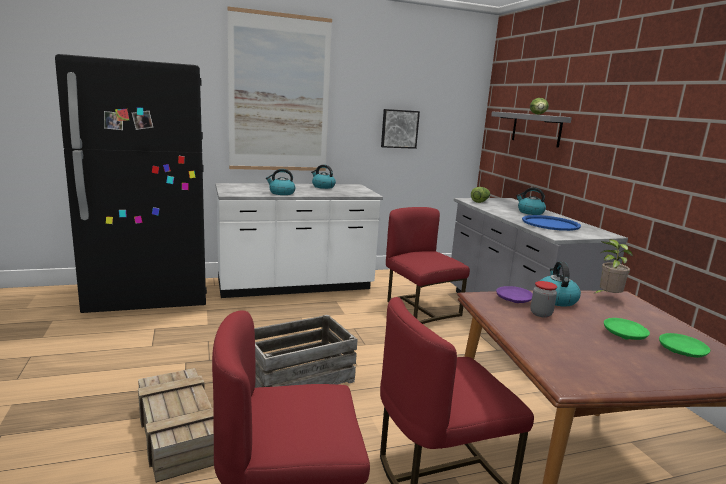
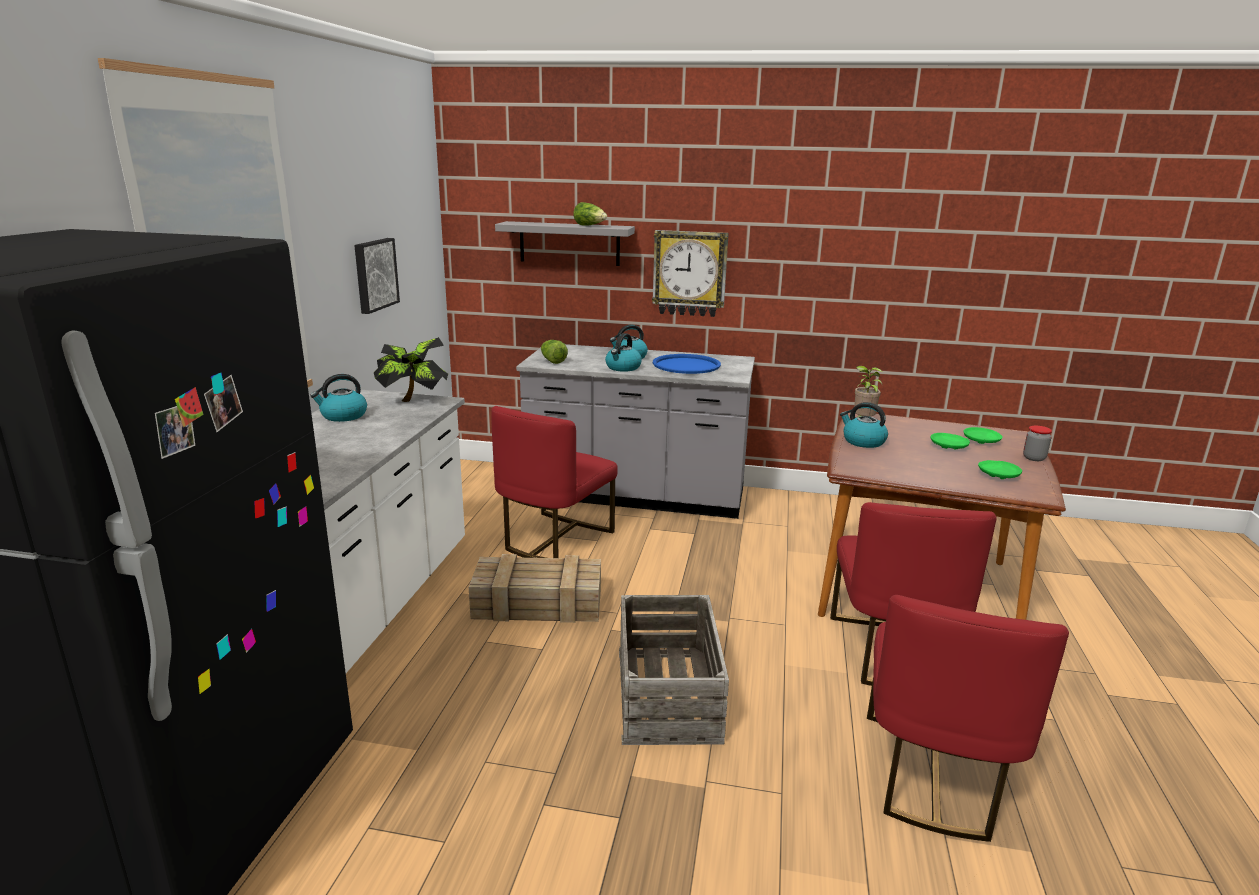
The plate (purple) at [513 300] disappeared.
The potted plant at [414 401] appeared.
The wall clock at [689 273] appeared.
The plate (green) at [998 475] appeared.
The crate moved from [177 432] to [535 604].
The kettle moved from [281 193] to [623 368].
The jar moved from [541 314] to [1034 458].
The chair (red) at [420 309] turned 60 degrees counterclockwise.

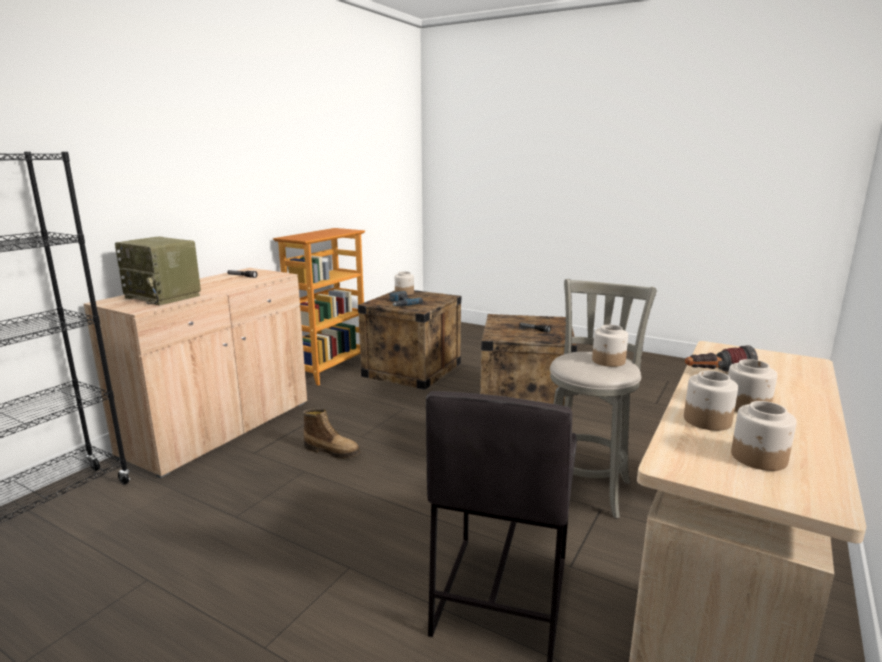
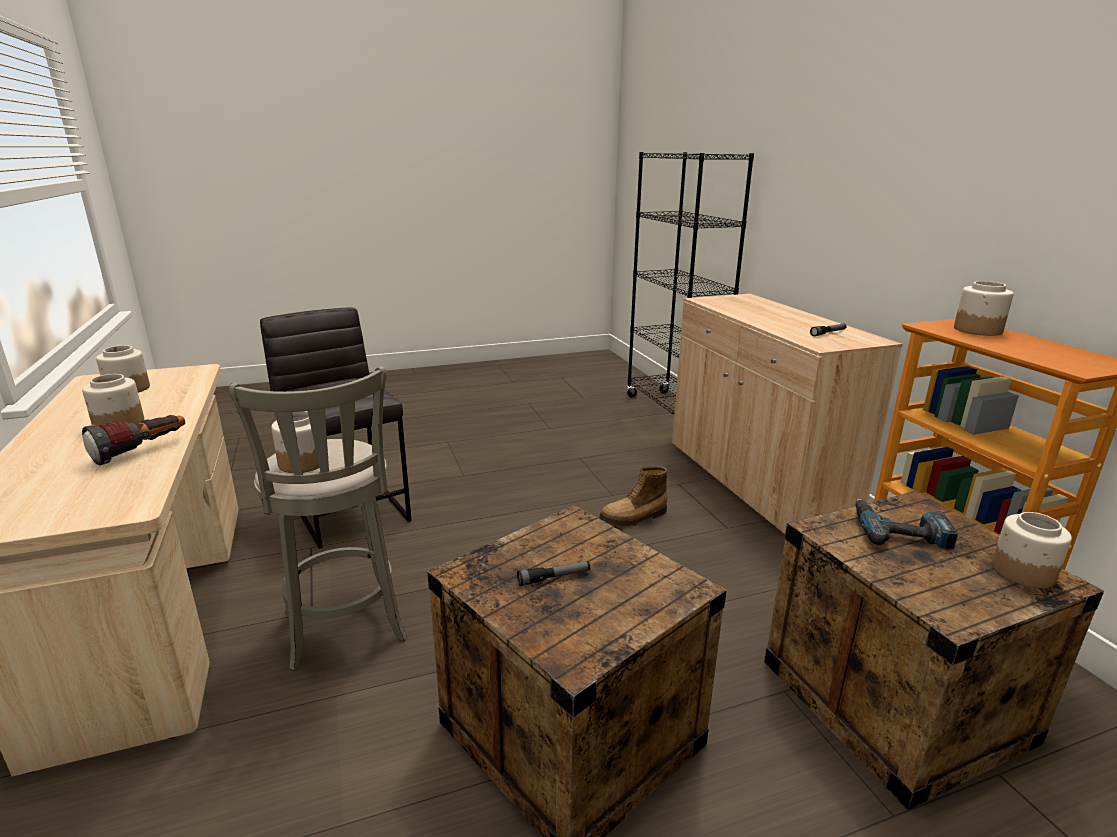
The radio at [164 296] disappeared.
The jar moved from [706 420] to [978 330].

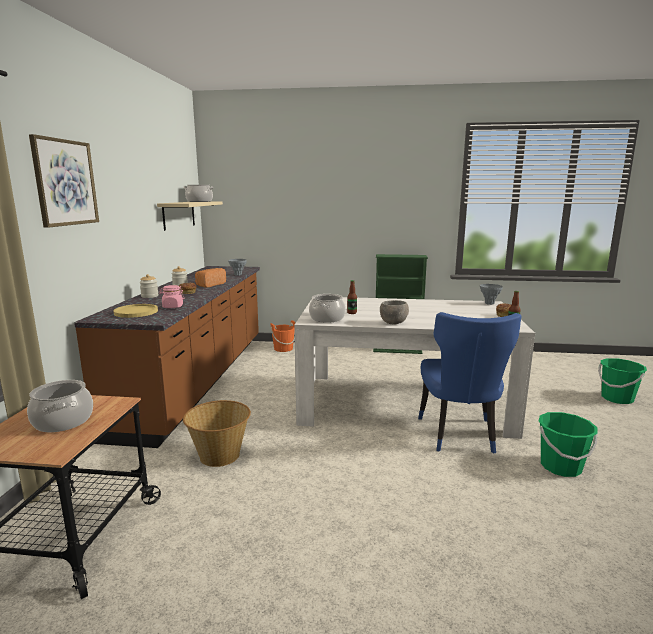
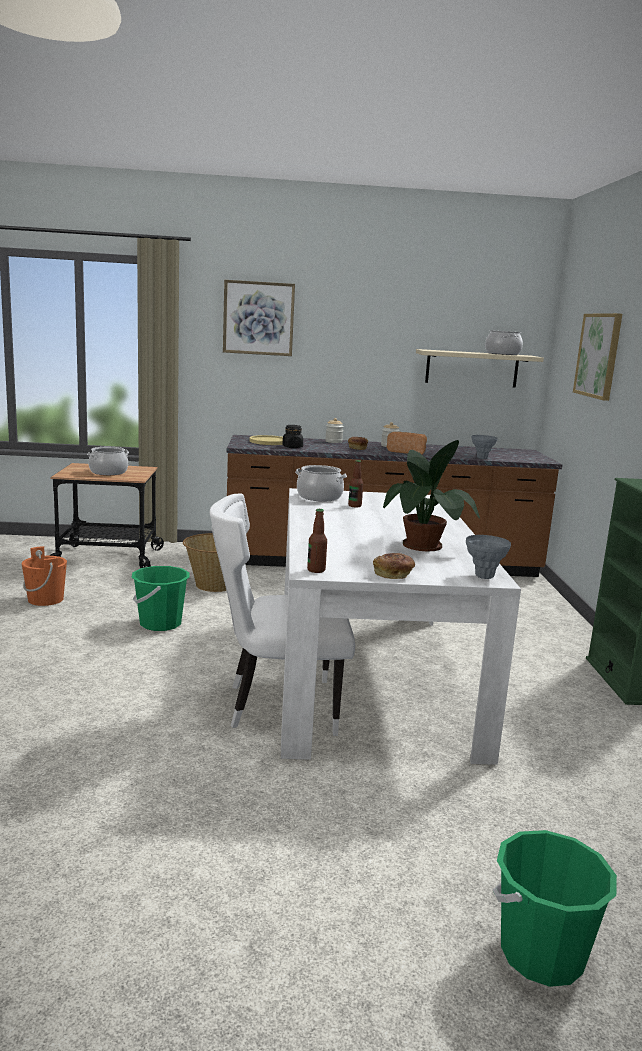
The bowl (grey) at [393 323] disappeared.
The potted plant at [423 546] appeared.
The picture at [598 355] appeared.
The bucket (orange) moved from [283 349] to [45 599].
The bucket (green) moved from [560 467] to [160 623].
The jar (pink) at [172 307] became the jar (black) at [292 447].
The chair (blue) at [459 436] became the chair (white) at [277 706].

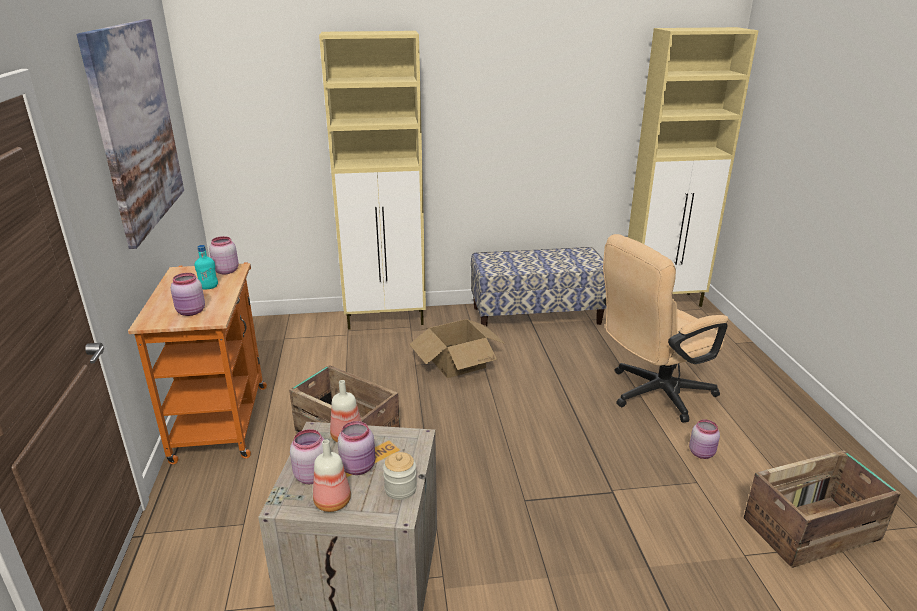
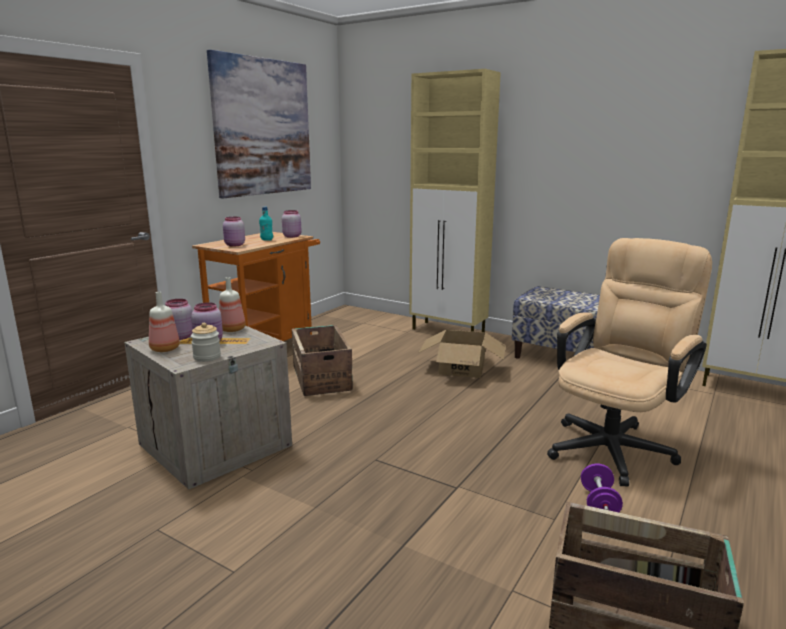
The jar (pink) at [702 453] was replaced by the dumbbell (purple) at [599 504].
The office chair (beige) at [652 394] turned 120 degrees clockwise.

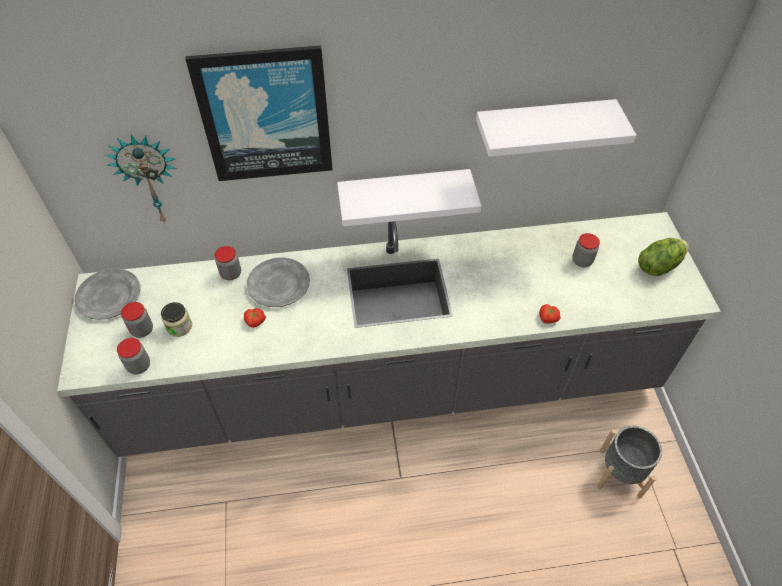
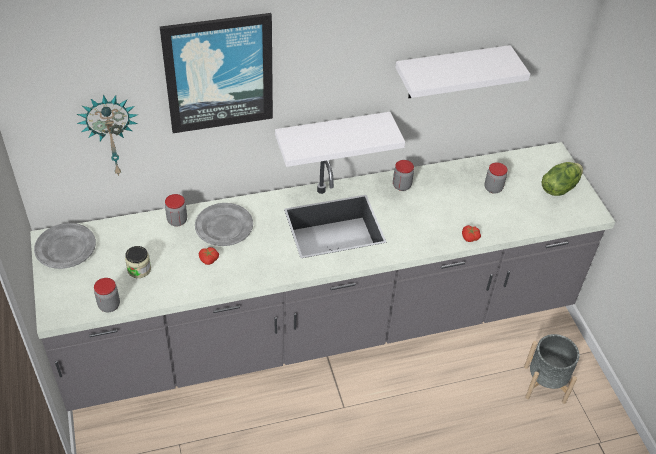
The jar moved from [142 330] to [401 185].

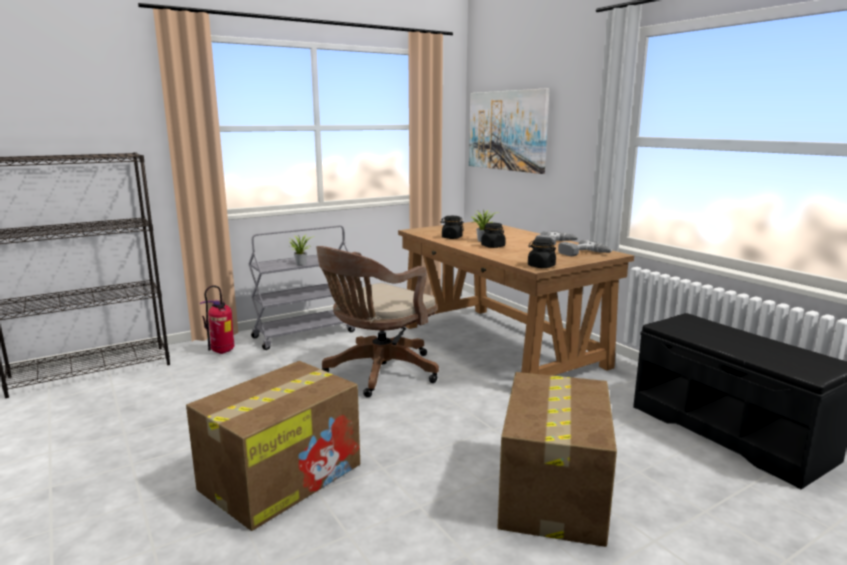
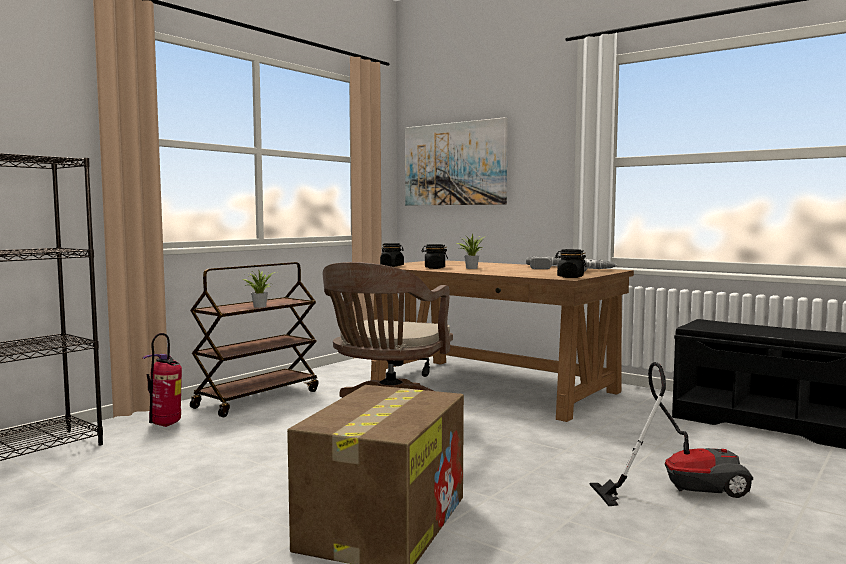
The jar (black) moved from [493 246] to [392 266].
The cardboard box at [553 493] was replaced by the vacuum cleaner at [680 488].
The cart (grey) at [305 334] became the cart (brown) at [257 399].

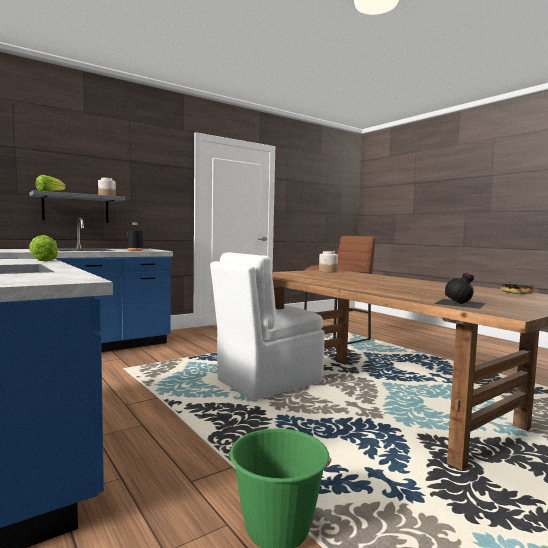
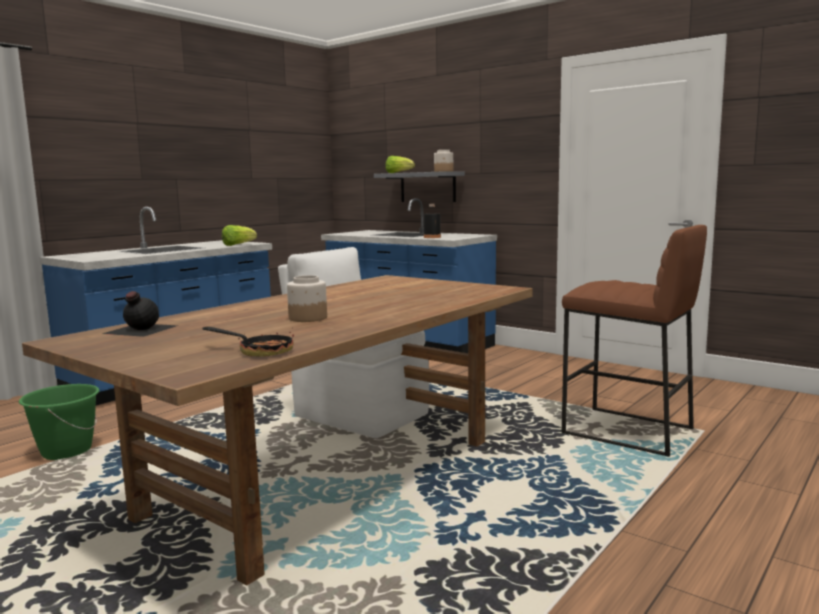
The jar moved from [328 271] to [307 318].

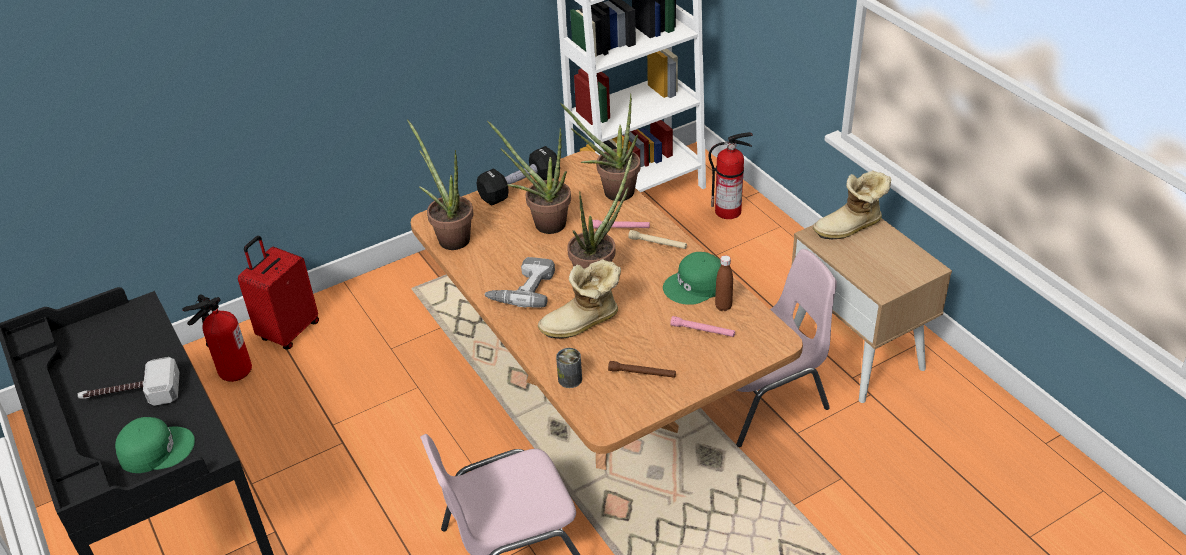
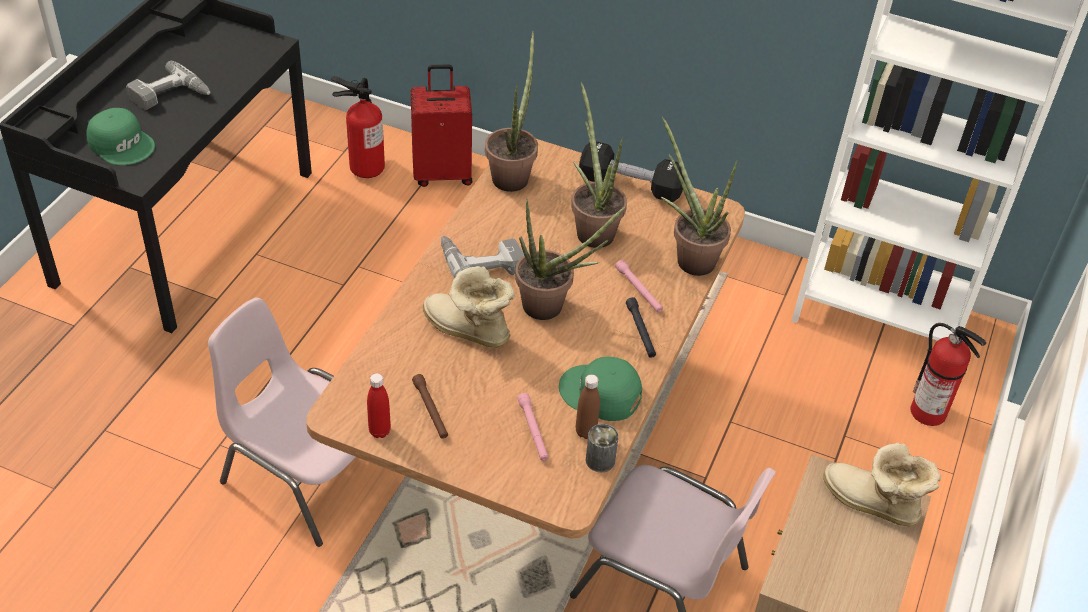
The bottle (red) at [379 431] appeared.
The can moved from [570 379] to [600 460].
The hammer at [131 395] was replaced by the power drill at [170 96].
The flashlight (beige) at [657 243] became the flashlight (black) at [640 331].

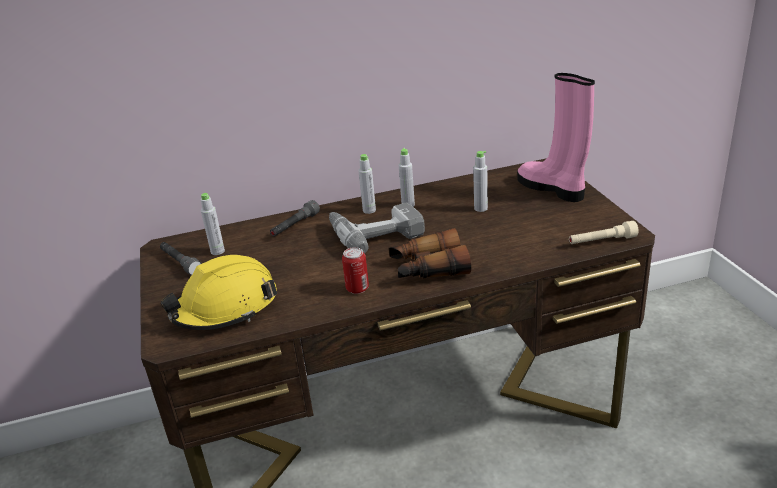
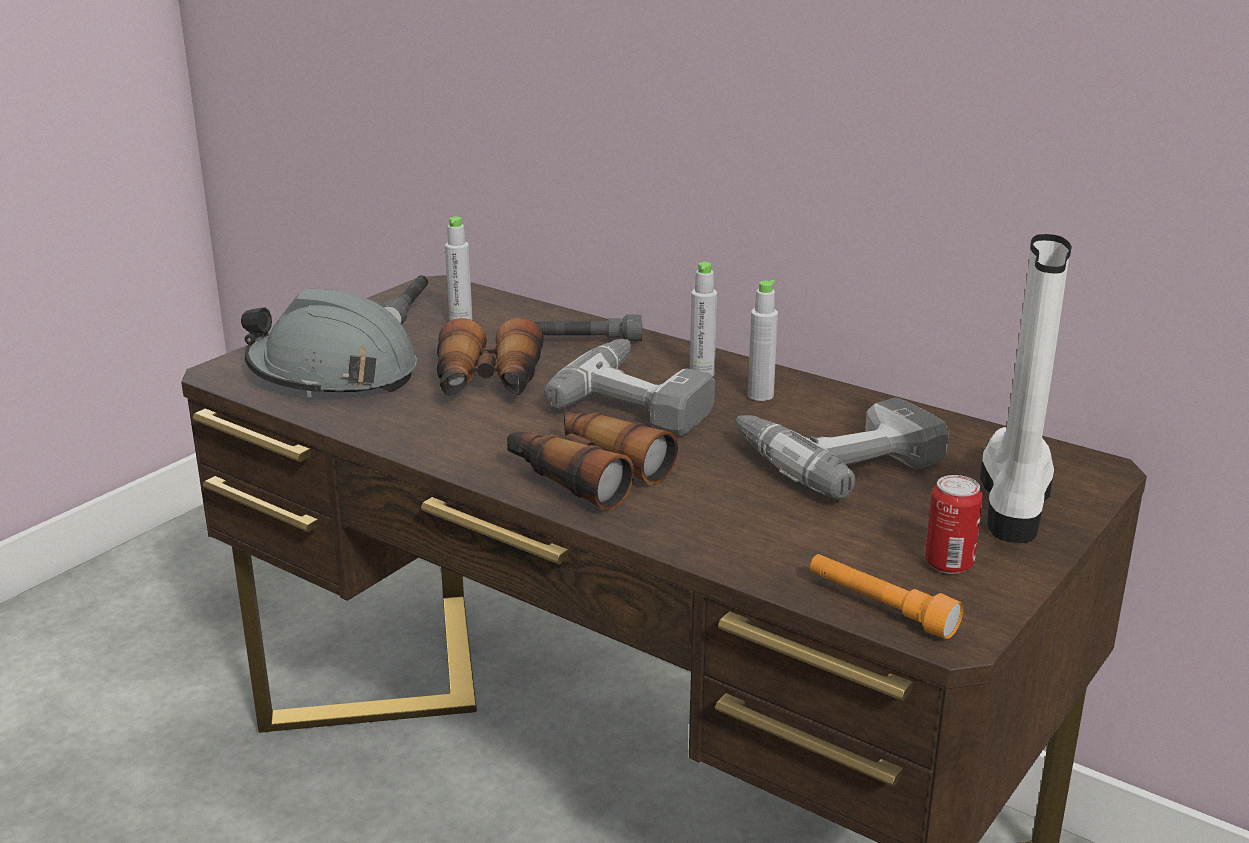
The binoculars at [488 384] appeared.
The can moved from [357 288] to [949 564].
The bottle (grey) at [480 208] was replaced by the power drill at [836 457].
The hard hat (yellow) at [225 308] became the hard hat (grey) at [333 374].
The boot (pink) at [552 189] became the boot (white) at [1014 501].
The flashlight (beige) at [602 241] became the flashlight (orange) at [880 607].

